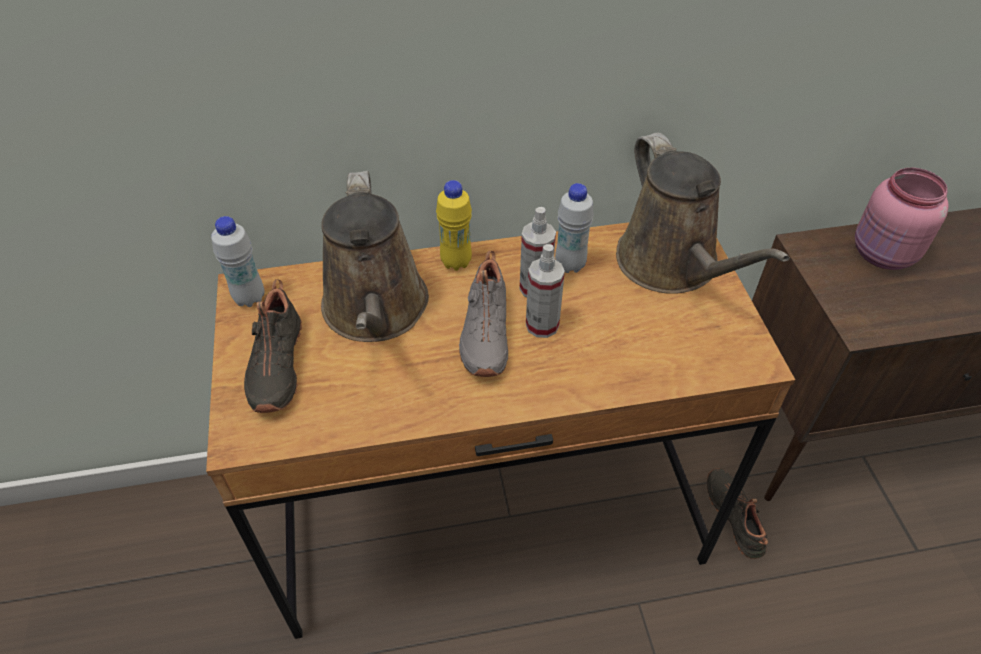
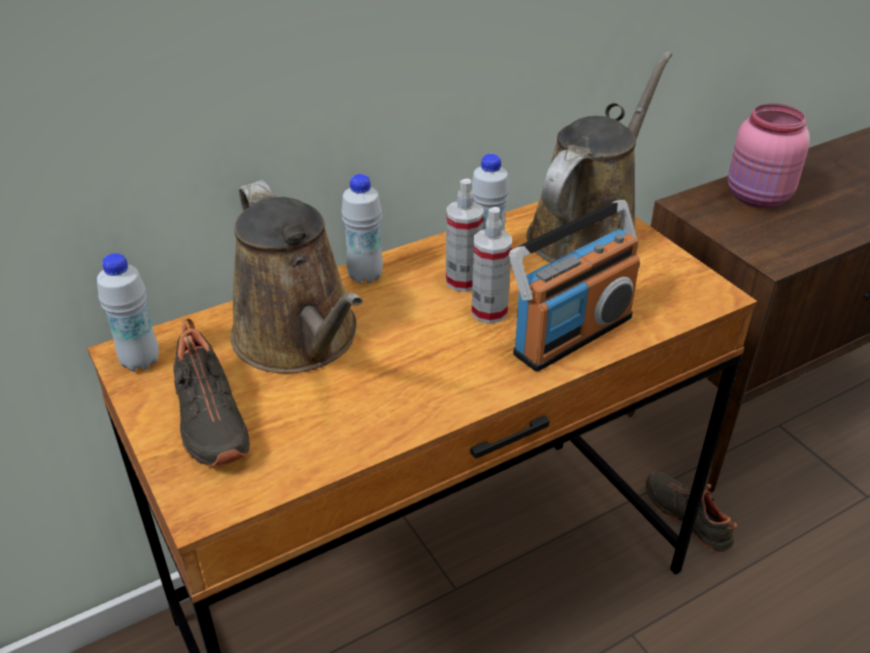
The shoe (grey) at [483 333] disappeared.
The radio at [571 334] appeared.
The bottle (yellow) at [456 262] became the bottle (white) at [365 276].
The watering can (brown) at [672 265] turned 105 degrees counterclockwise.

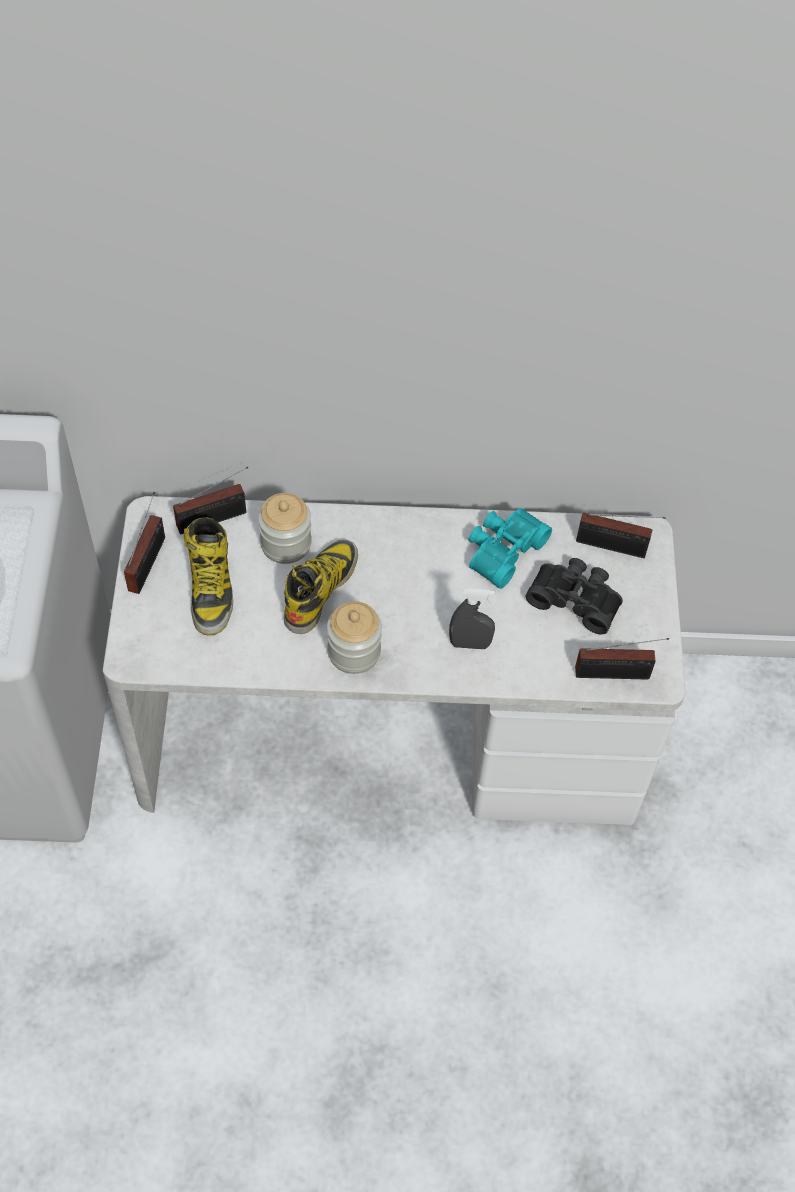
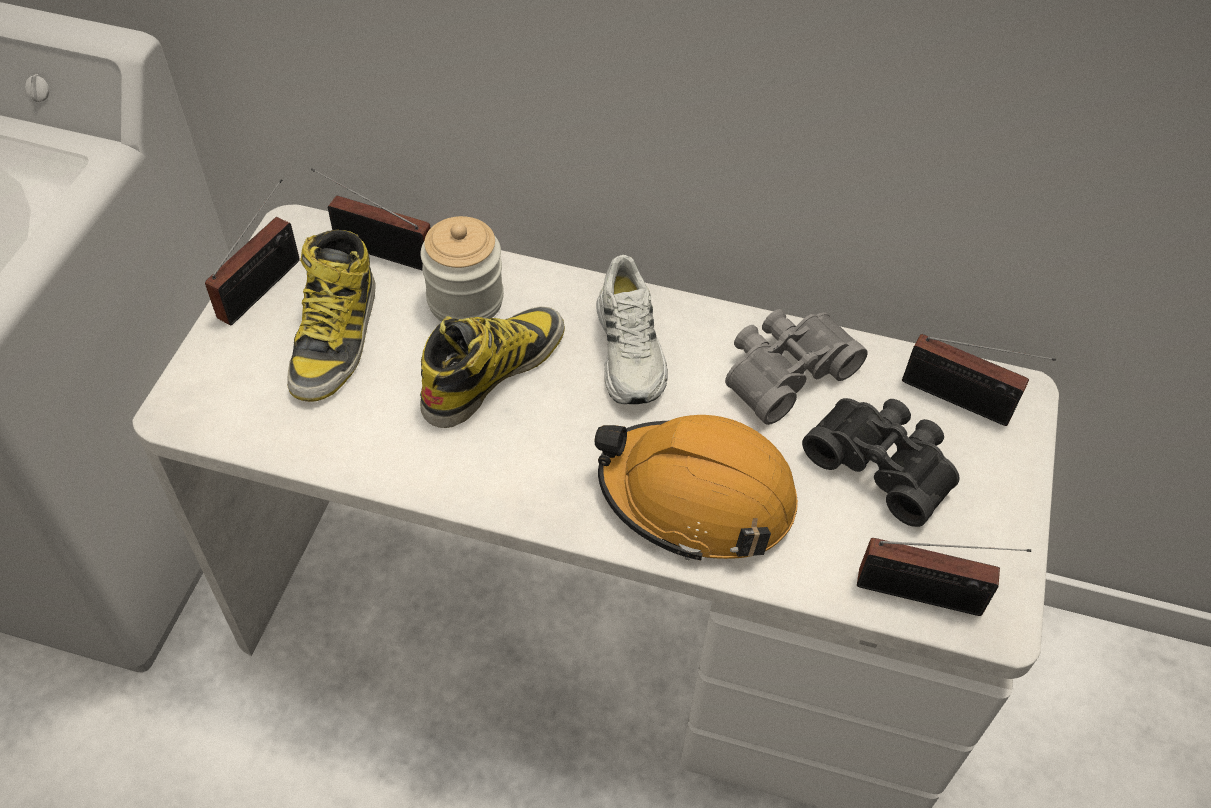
The jar at [354 652] disappeared.
The shoe (white) at [631 350] appeared.
The spray bottle (grey) at [470 644] was replaced by the hard hat (orange) at [696 497].
The binoculars (turquoise) at [502 550] became the binoculars (grey) at [784 371].
The radio at [215 519] turned 150 degrees counterclockwise.

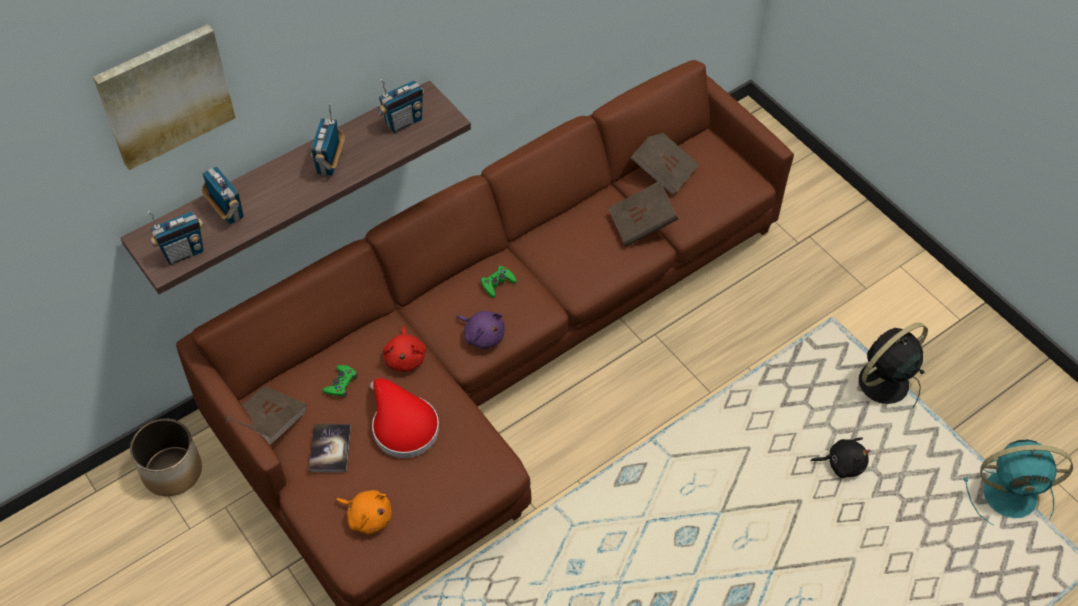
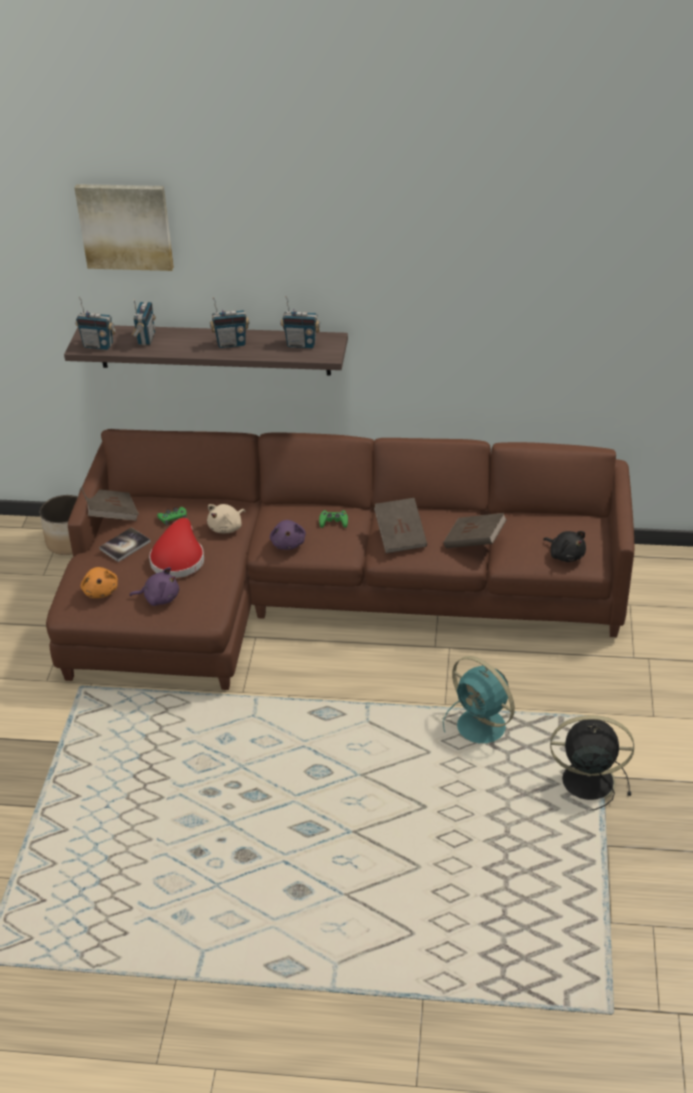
The plush toy (purple) at [159 598] appeared.
The book (brown) moved from [663 171] to [400 536].
The plush toy (black) moved from [842 464] to [565 555].
The fan (turquoise) moved from [1012 495] to [483 728].
The plush toy (red) at [405 358] became the plush toy (beige) at [227 528].
The radio at [329 163] turned 150 degrees counterclockwise.

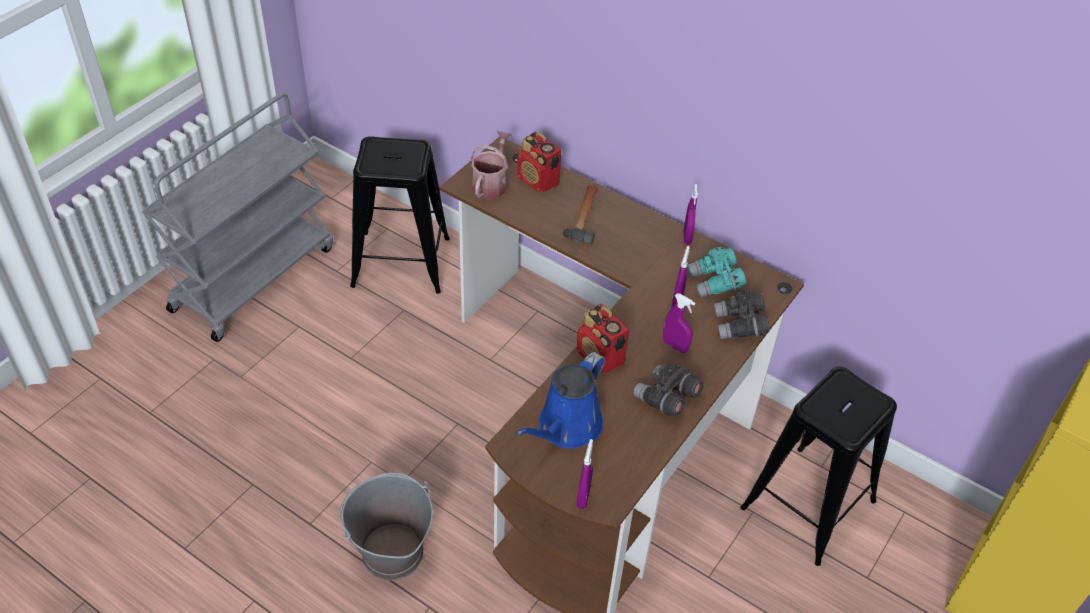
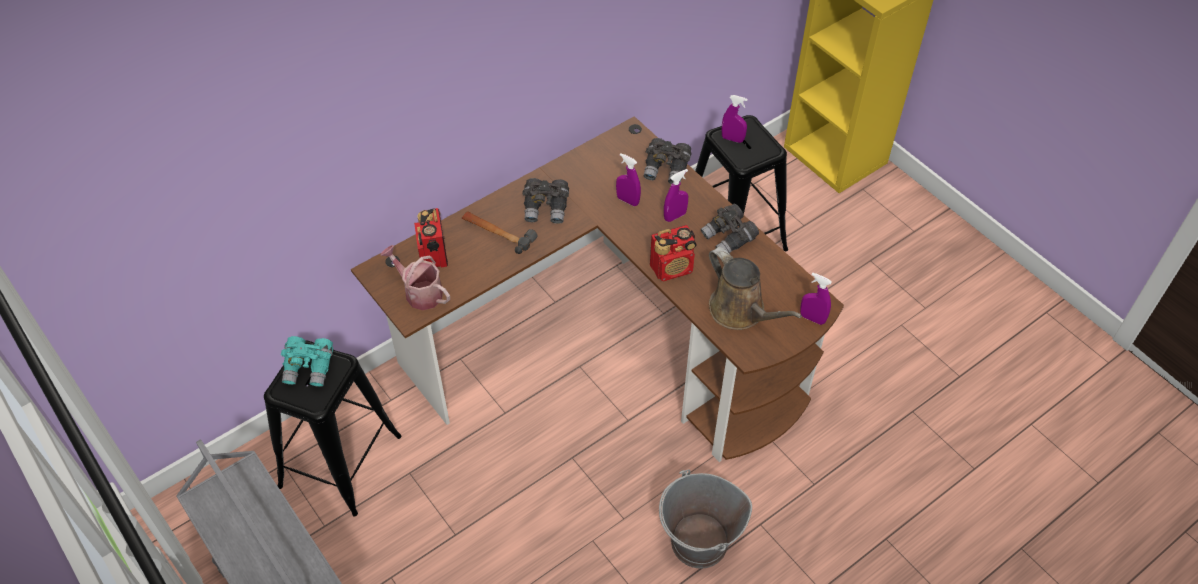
The binoculars (grey) at [546 208] appeared.
The spray bottle (purple) moved from [687 237] to [732 139].
The binoculars (turquoise) moved from [715 283] to [310 368].
The watering can (blue) at [566 428] became the watering can (brown) at [740 311].
The radio at [538 181] turned 105 degrees clockwise.

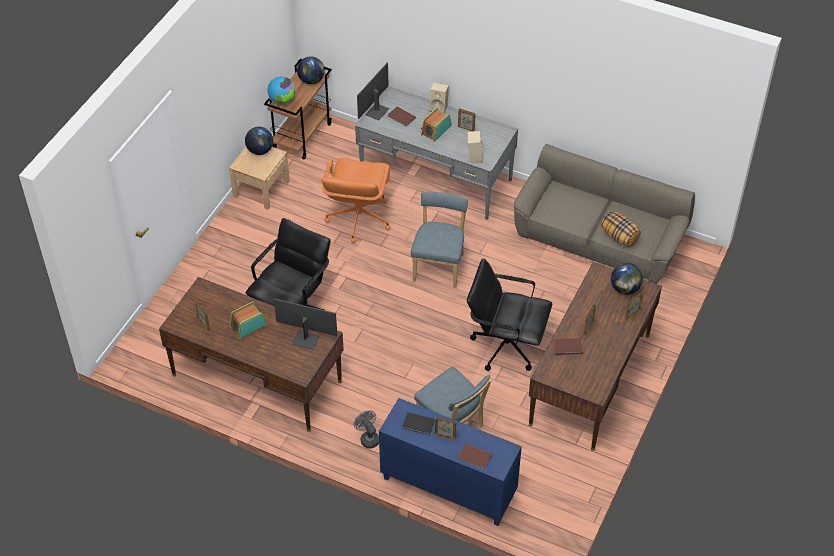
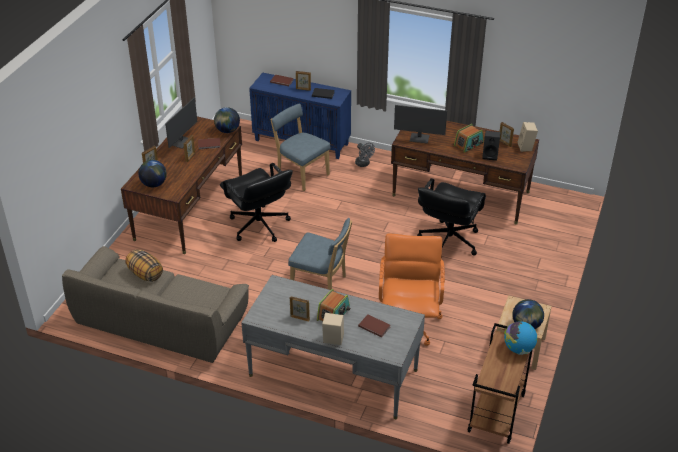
The speaker (black) at [490 155] appeared.
The globe moved from [311 80] to [227 131].
The monitor moved from [376 111] to [181 142].
The speaker (beige) moved from [474 156] to [526 147].
The chair (blue) at [439 266] turned 75 degrees counterclockwise.
The office chair (black) at [505 346] turned 45 degrees clockwise.

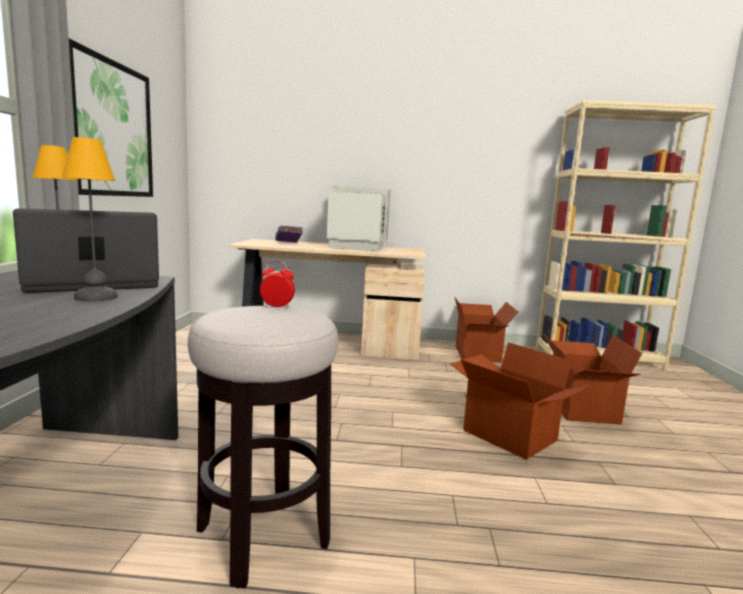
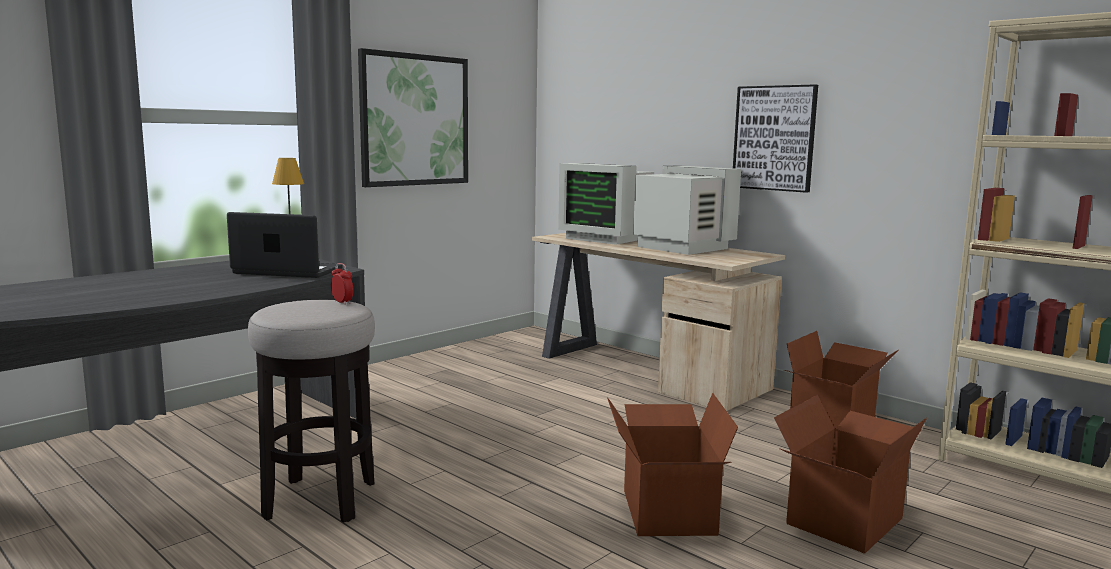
The table lamp at [95 297] disappeared.
The picture at [774 138] appeared.
The book (purple) at [288 243] was replaced by the monitor at [607 238].

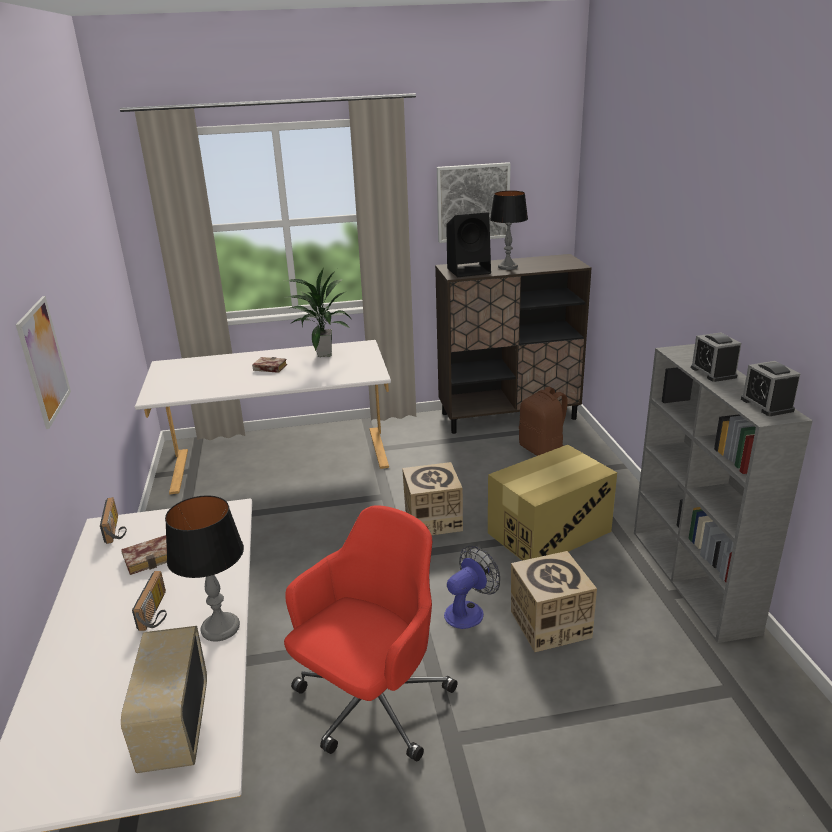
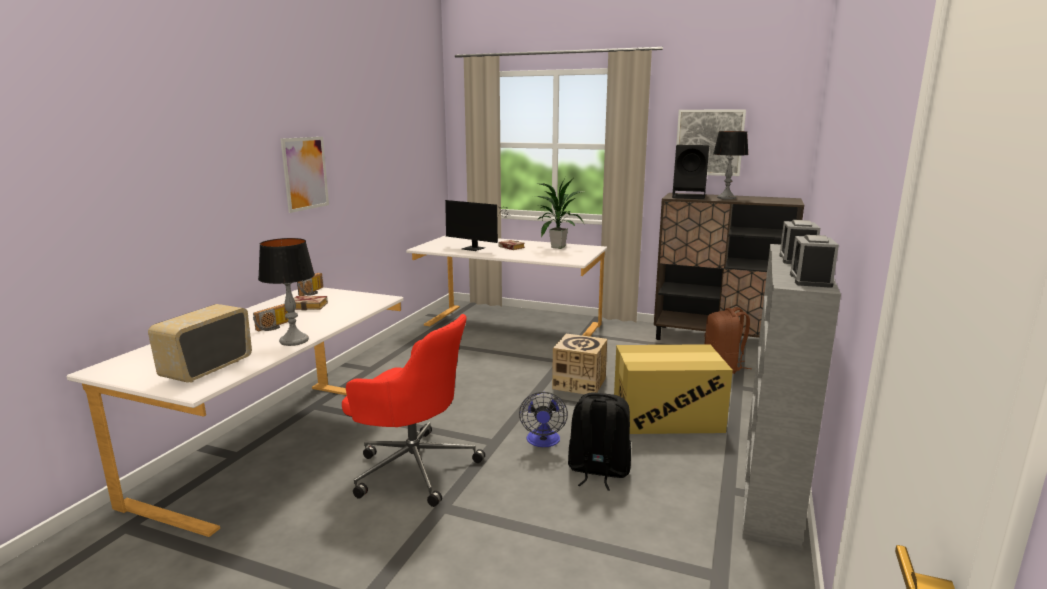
The monitor at [475 249] appeared.
The cardboard box at [550 624] was replaced by the backpack (black) at [598 471].
The office chair (red) at [371 704] turned 45 degrees clockwise.
The fan at [469 611] turned 105 degrees clockwise.

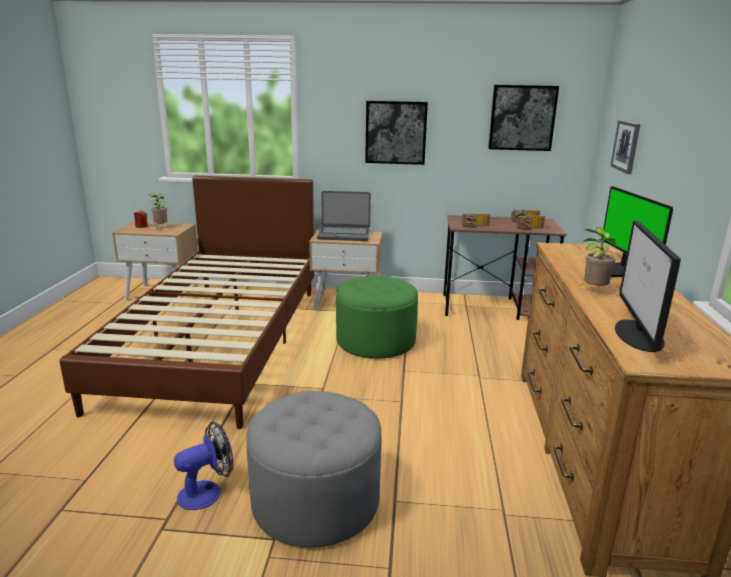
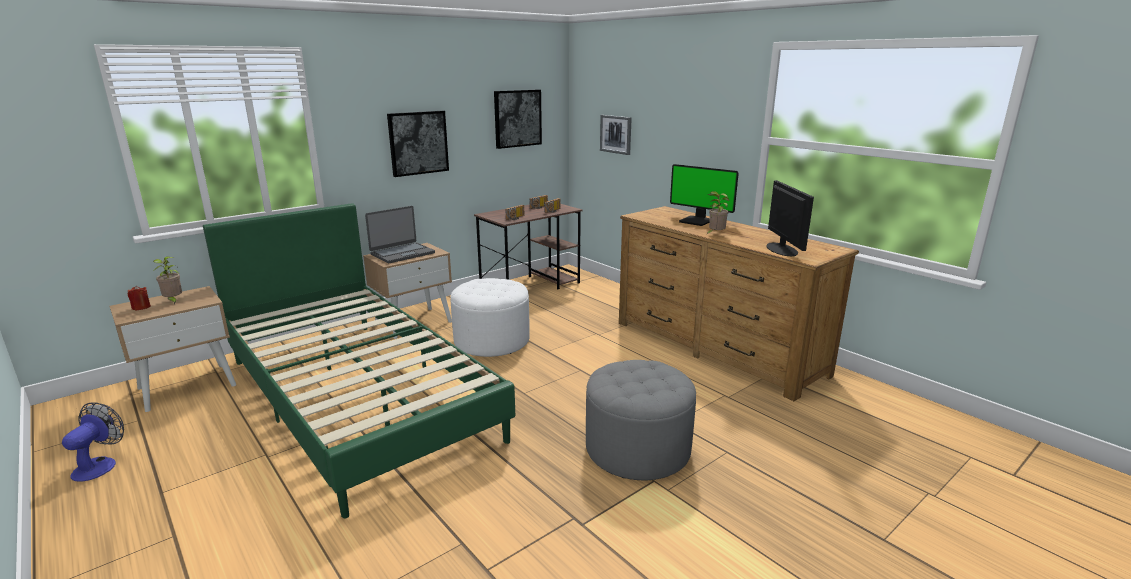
The fan moved from [207 492] to [100 465].
The bed (brown) at [220 341] became the bed (green) at [357 397].
The ottoman (green) at [375 341] became the ottoman (white) at [492 341].
The monitor at [638 335] turned 150 degrees counterclockwise.

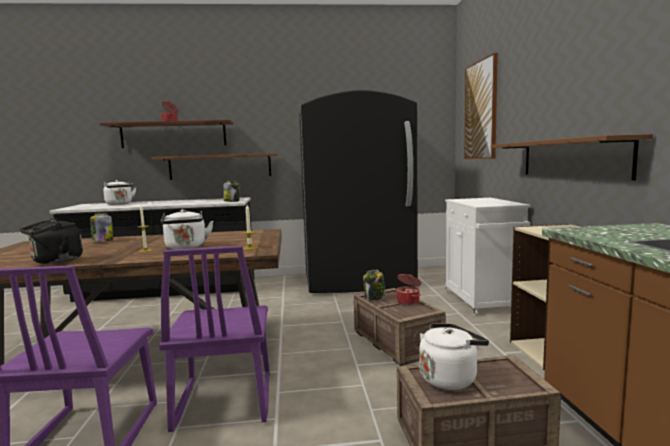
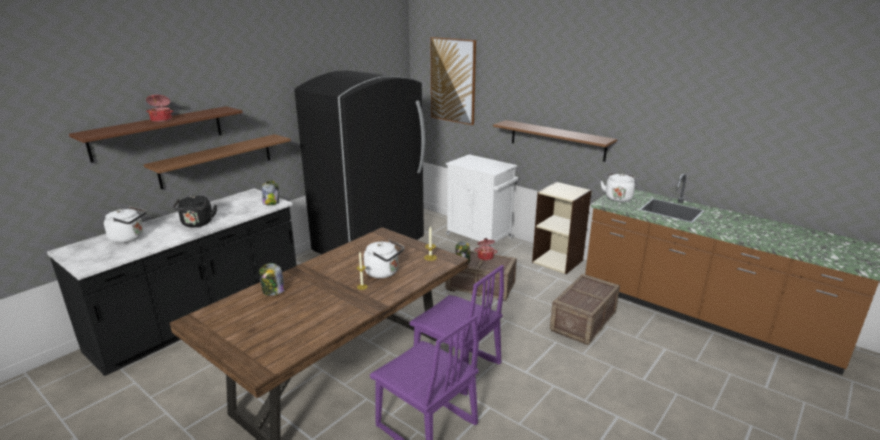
The kettle (black) moved from [55 261] to [197 224].
The kettle (white) moved from [450 378] to [618 198].

